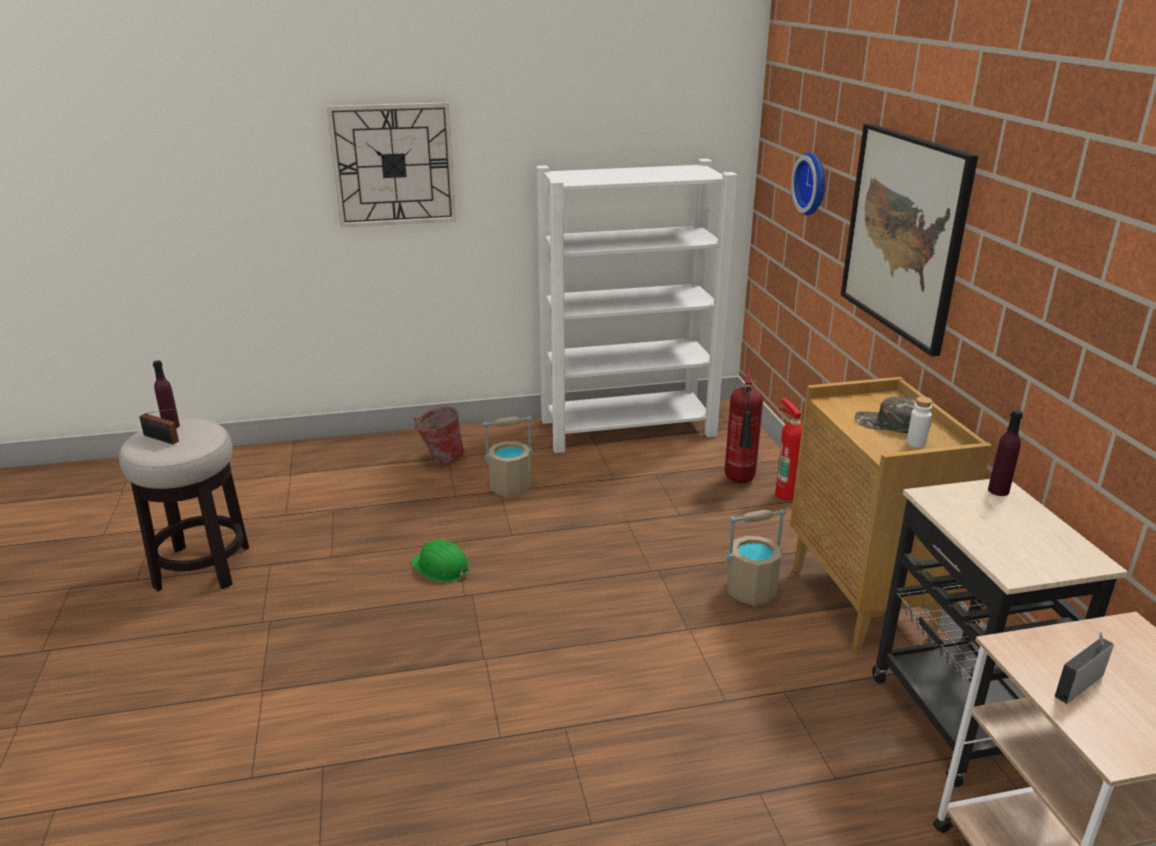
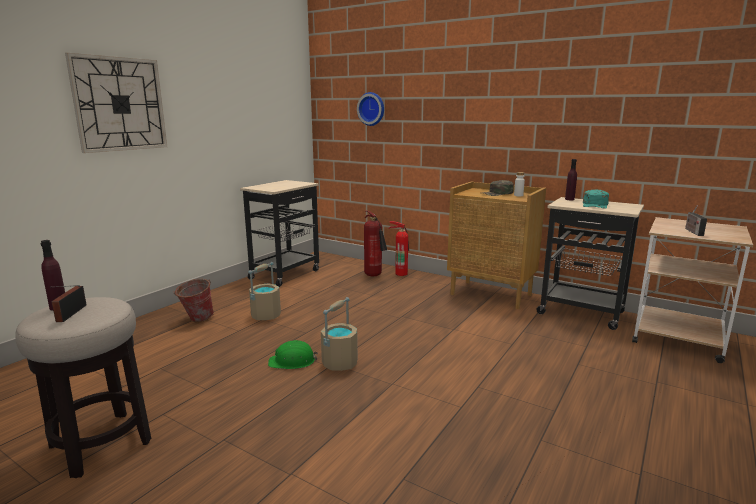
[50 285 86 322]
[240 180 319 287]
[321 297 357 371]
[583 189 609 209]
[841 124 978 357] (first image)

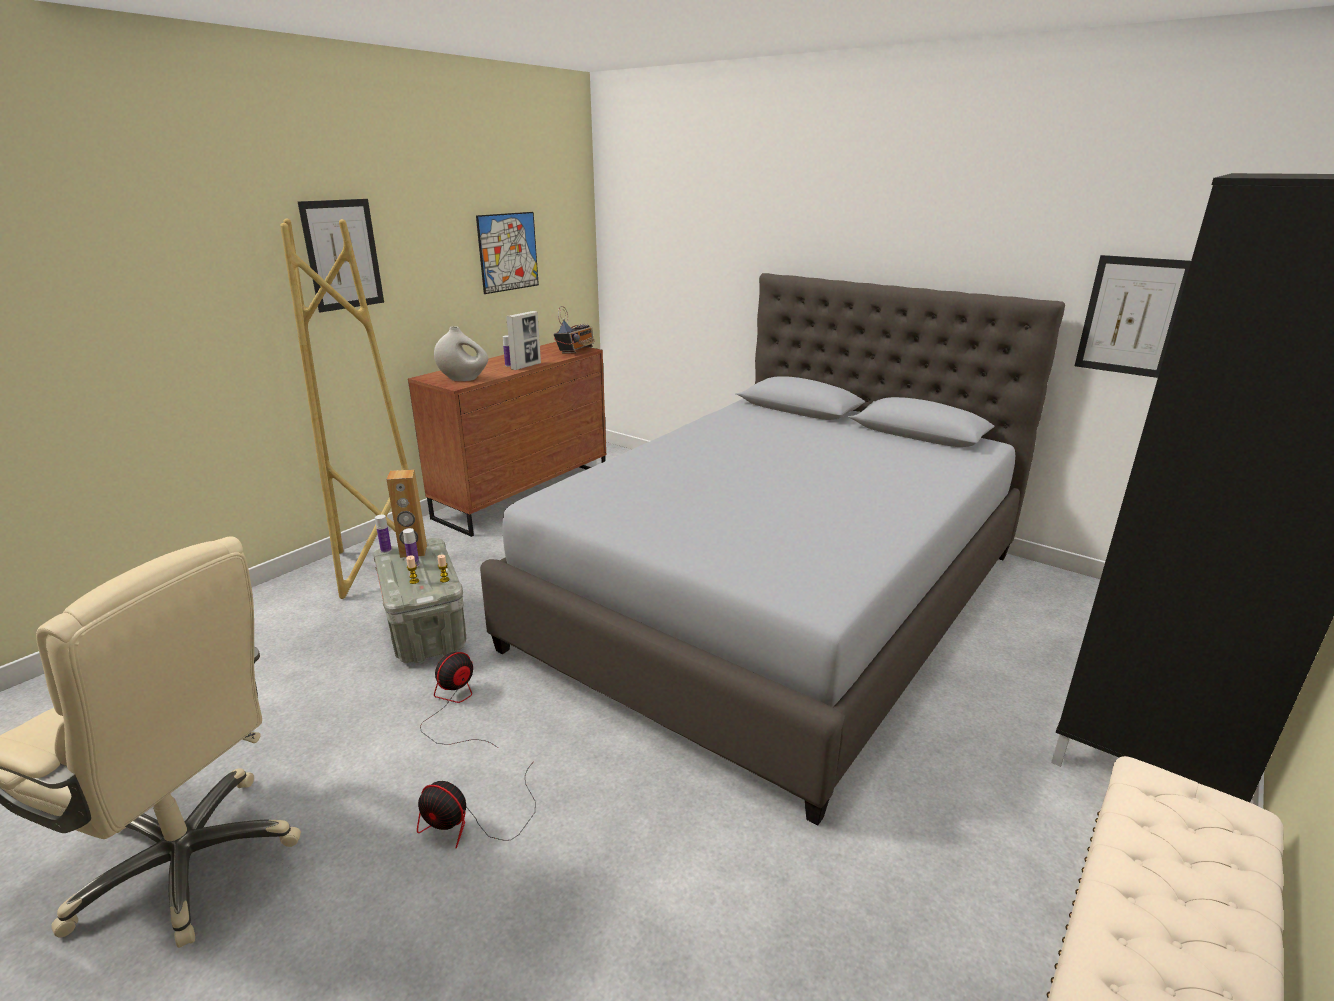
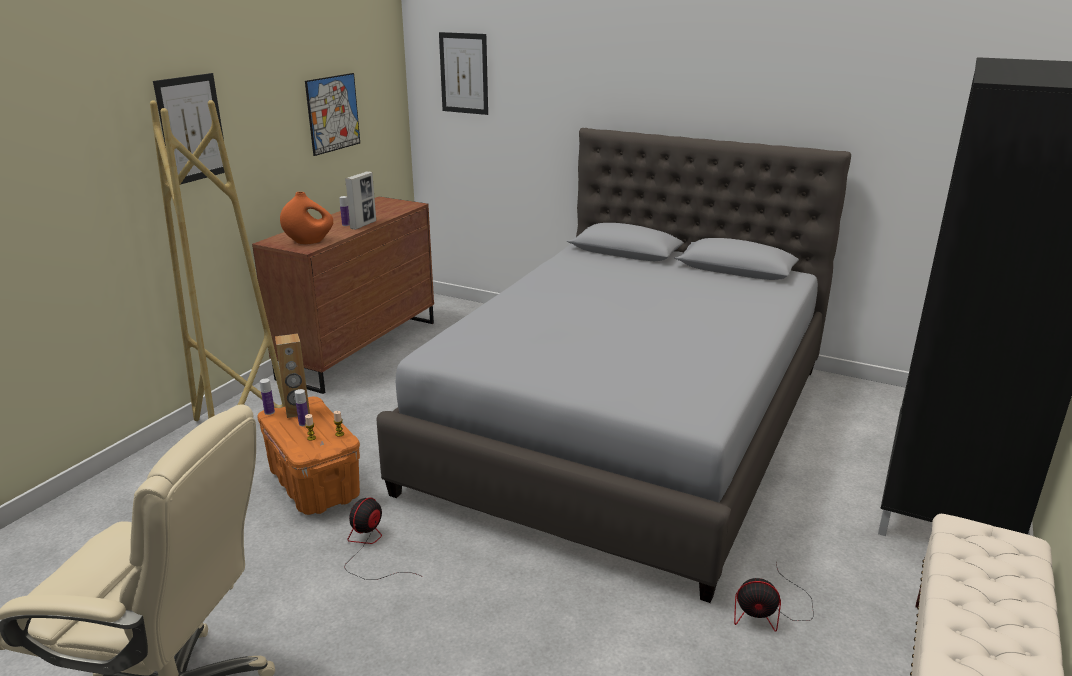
[257 397 360 515]
[280 192 333 244]
[439 32 488 115]
[734 561 814 632]
[553 306 595 354] (first image)

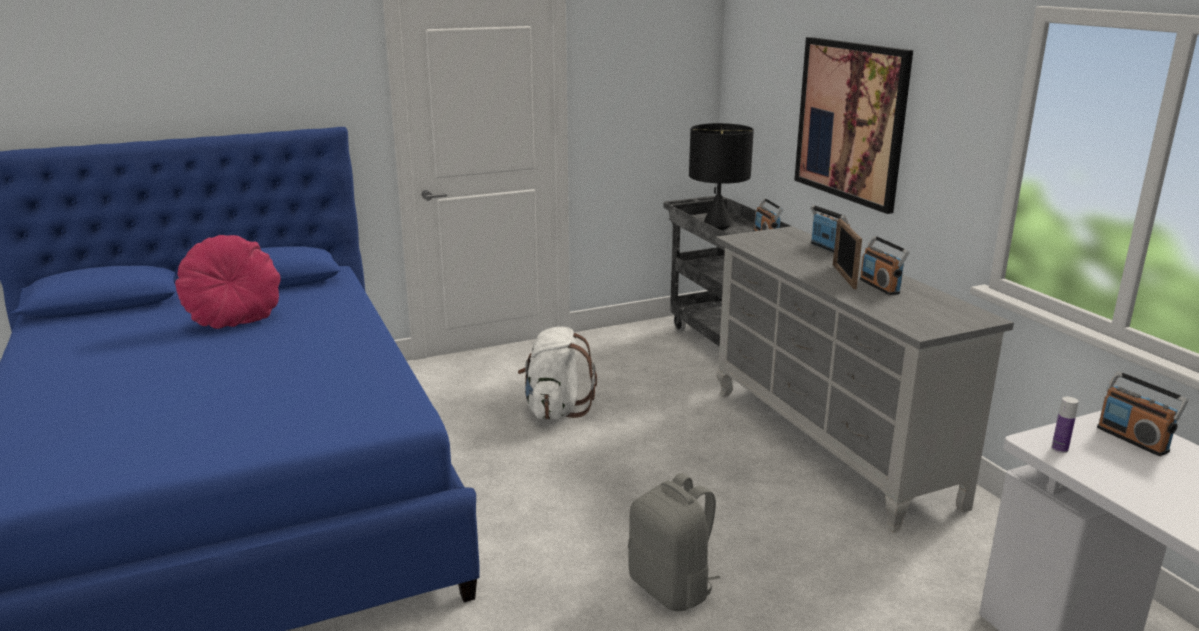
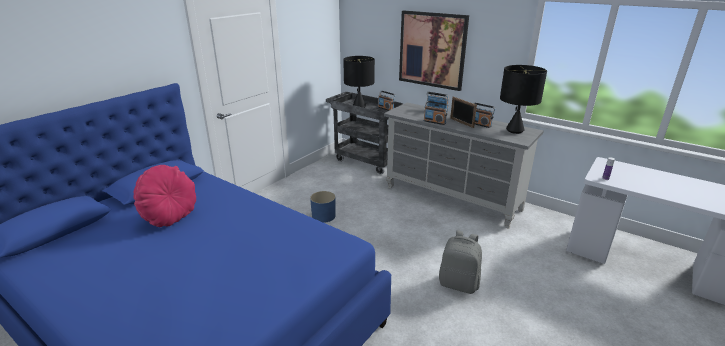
[310 191 336 223]
[424 101 449 125]
[500 65 547 134]

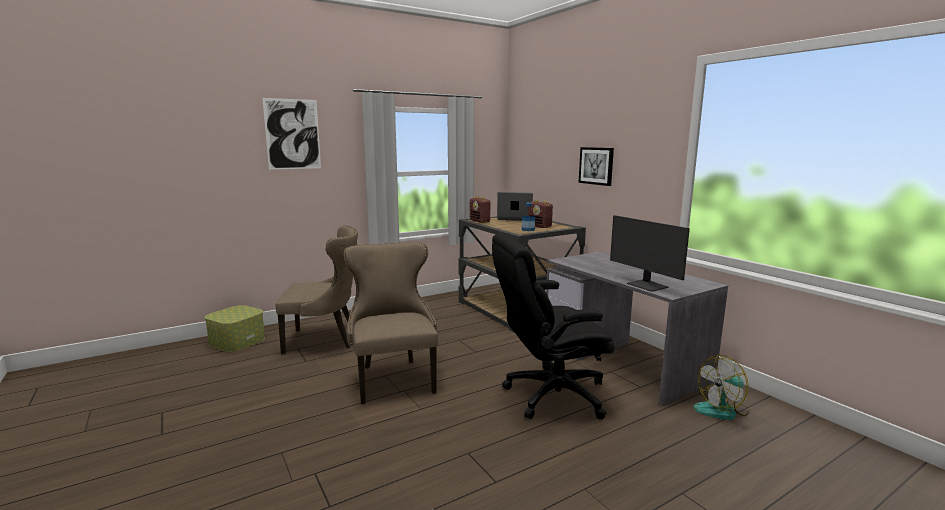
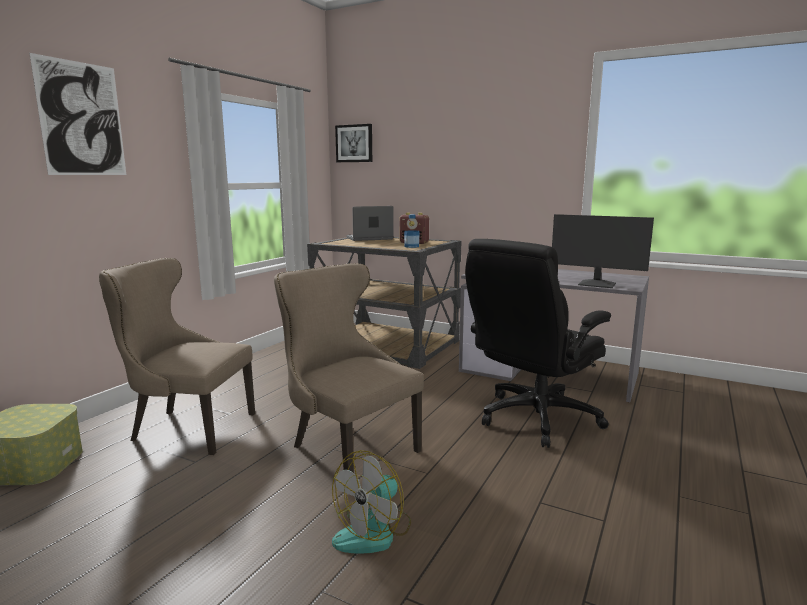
[99 258 255 455]
[332 450 411 554]
[335 124 372 162]
[470 196 491 223] (first image)

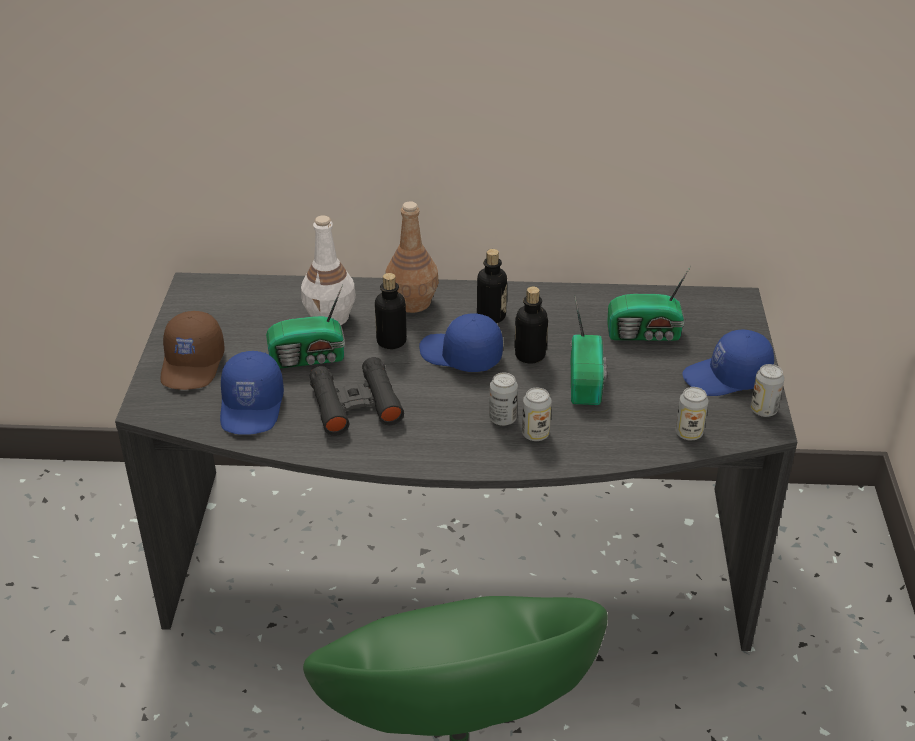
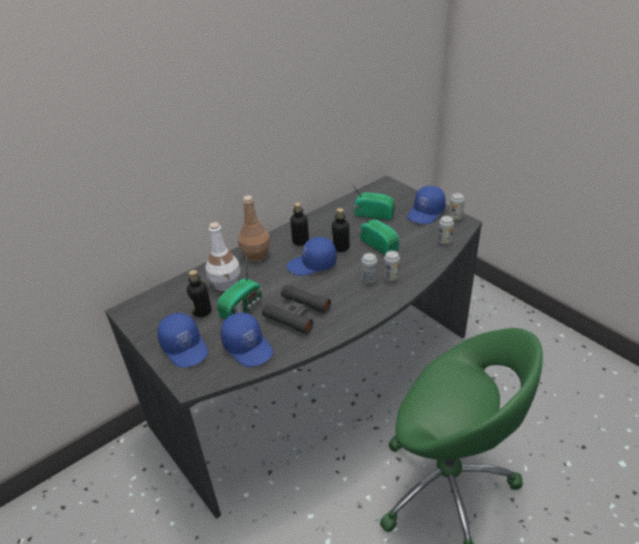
[157 313 208 368]
[187 270 212 317]
[351 183 395 220]

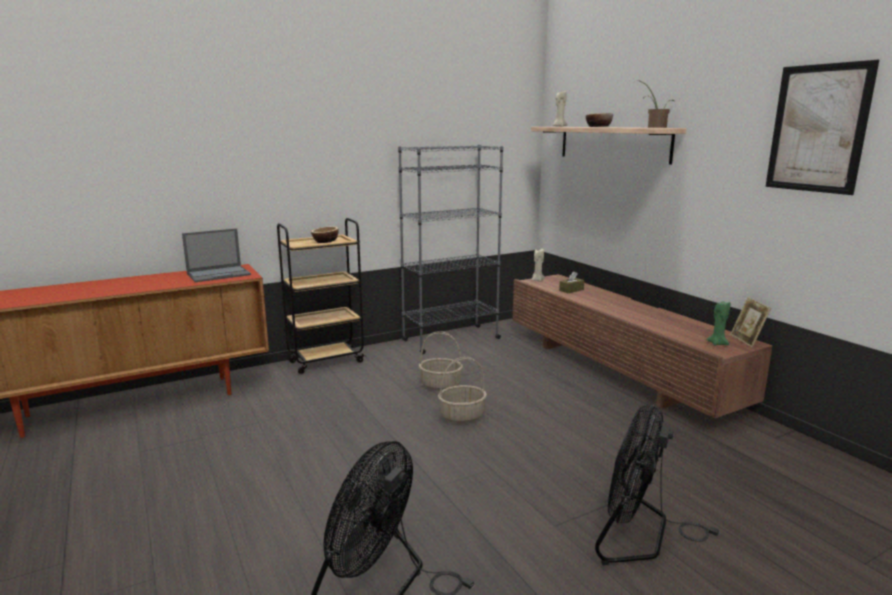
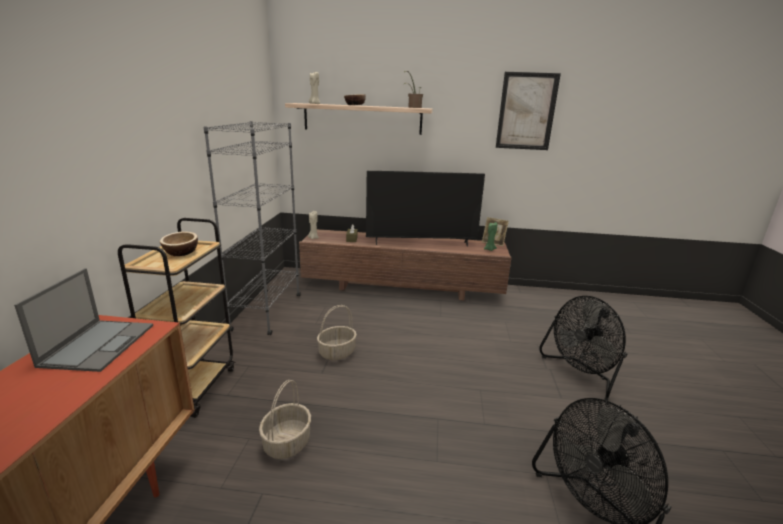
[259 380 311 459]
[366 171 485 246]

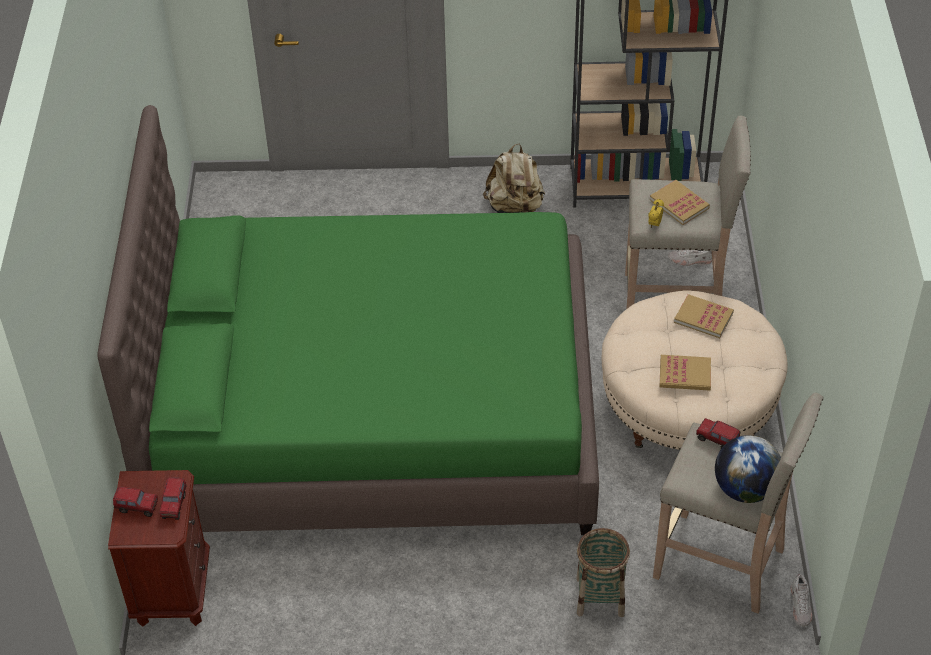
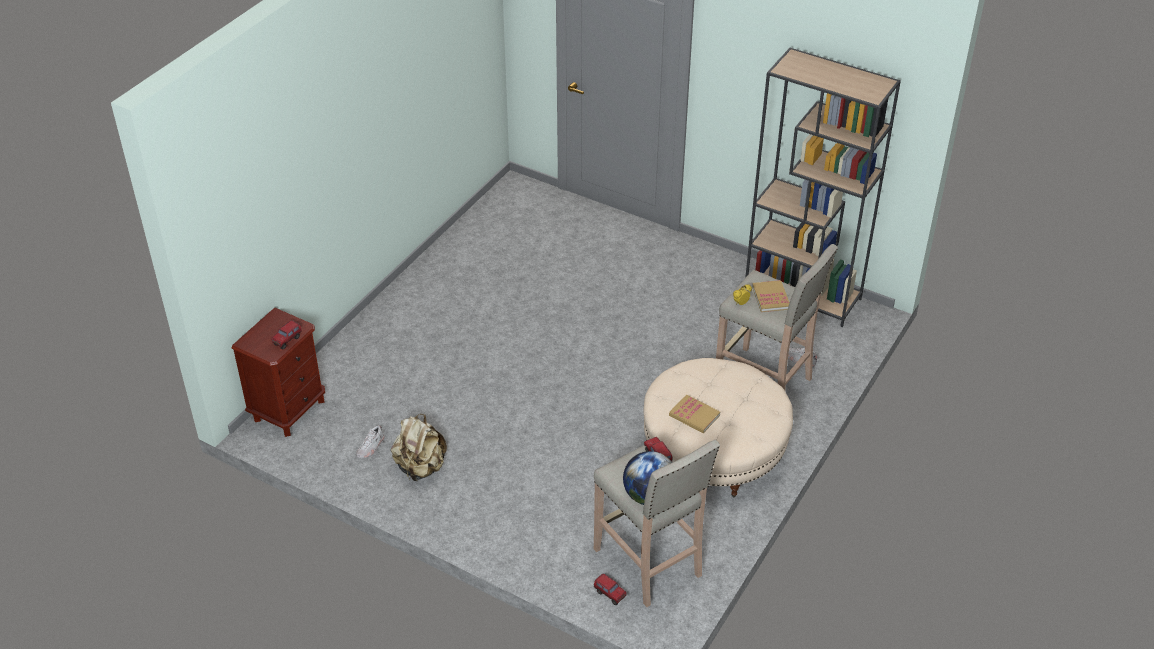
[356 425 384 459]
[391 414 447 481]
[594 574 627 605]
[97 105 599 535] (first image)
[576 528 630 617] (first image)
[674 294 734 338] (first image)

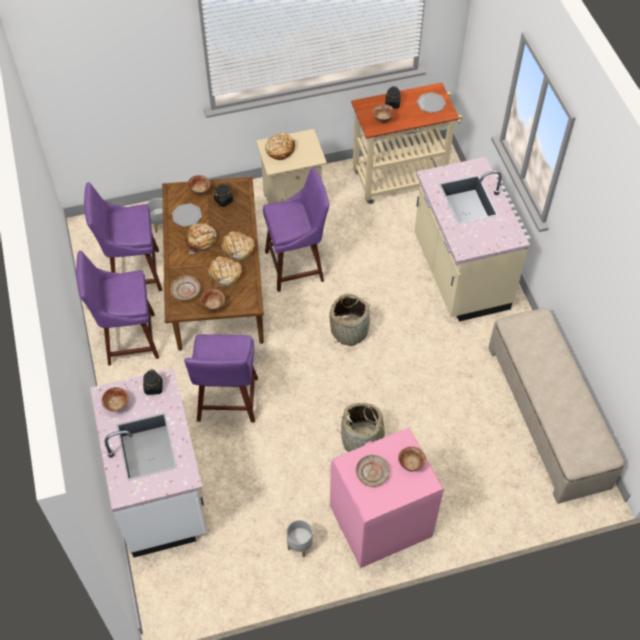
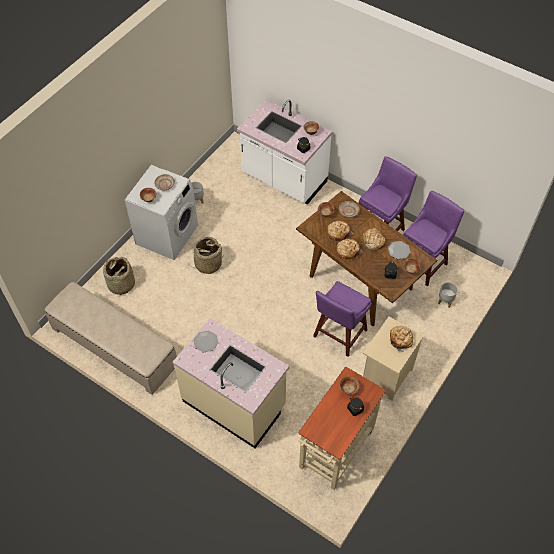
[103 257 135 297]
[125 165 198 260]
[194 331 218 352]
[184 334 258 423] (first image)

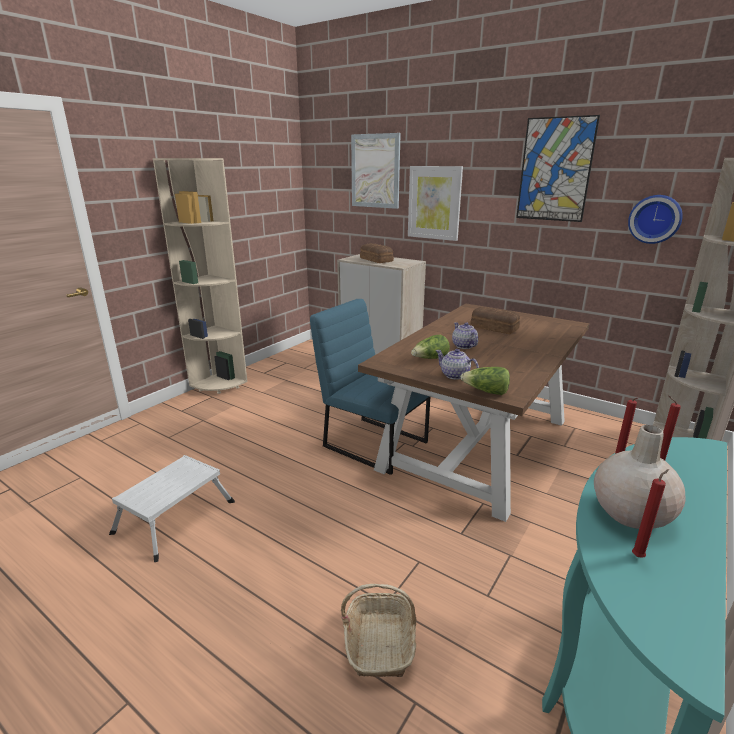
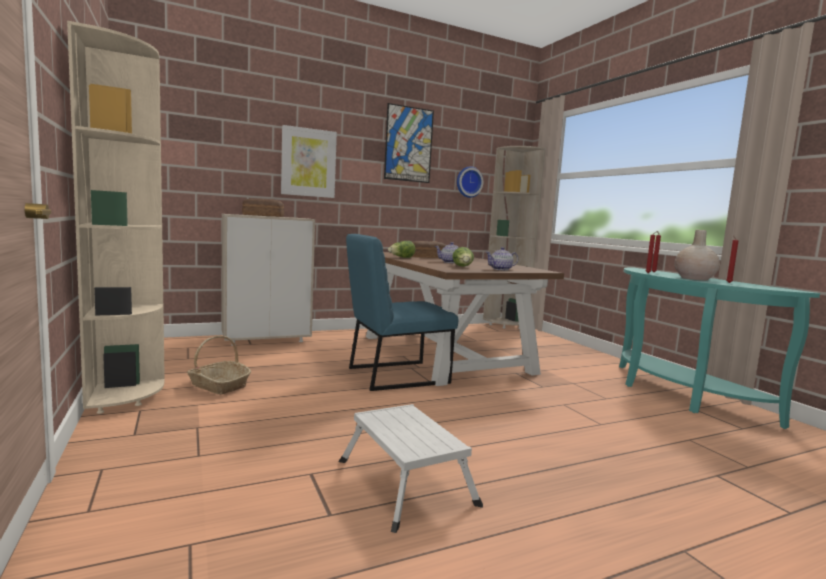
[187 336 251 394]
[388 241 415 258]
[351 133 401 209] (first image)

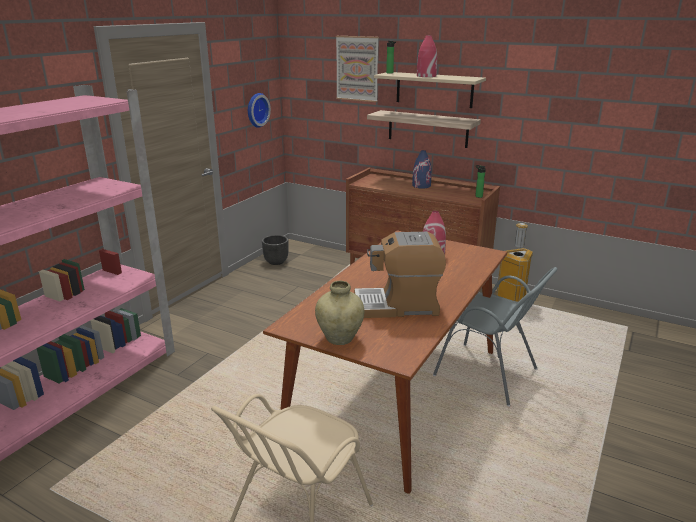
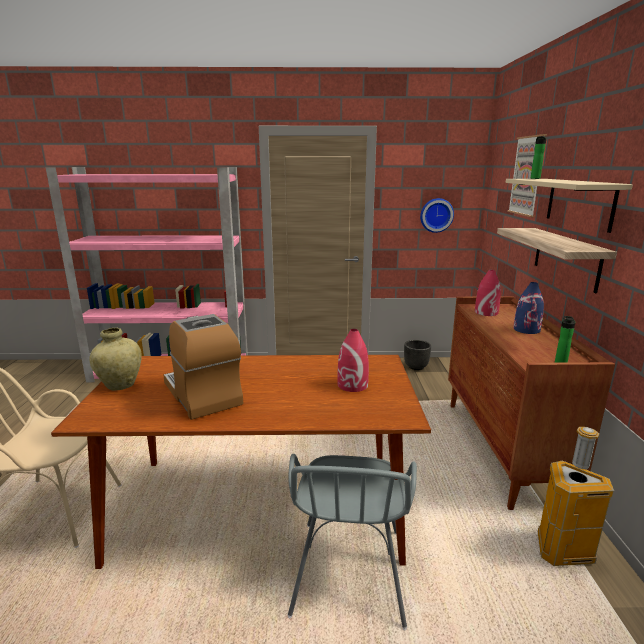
[475 270 501 316]

